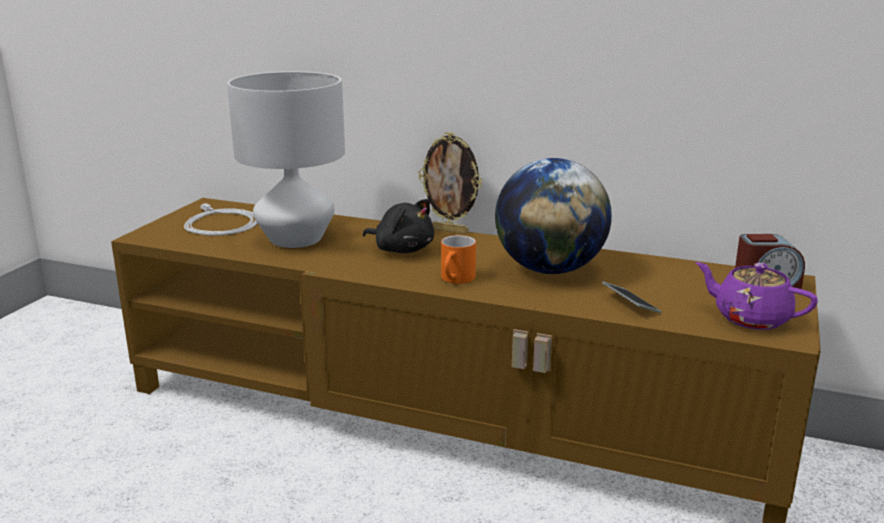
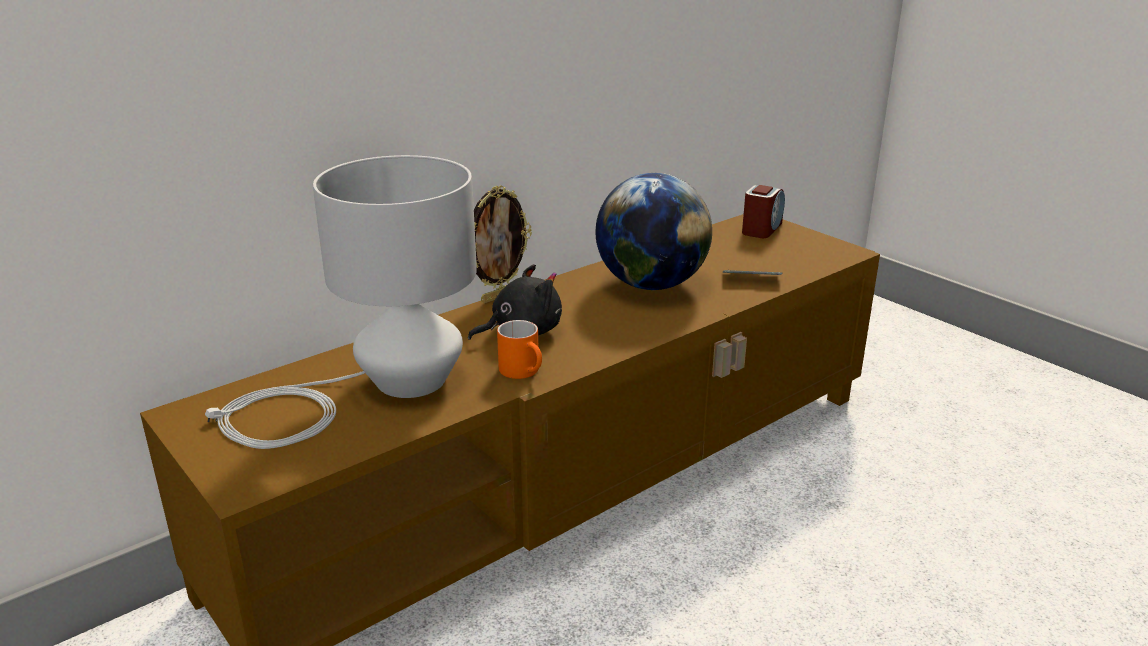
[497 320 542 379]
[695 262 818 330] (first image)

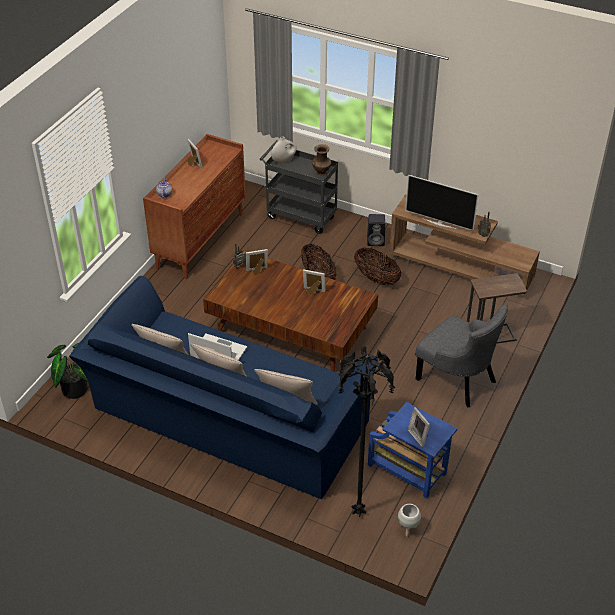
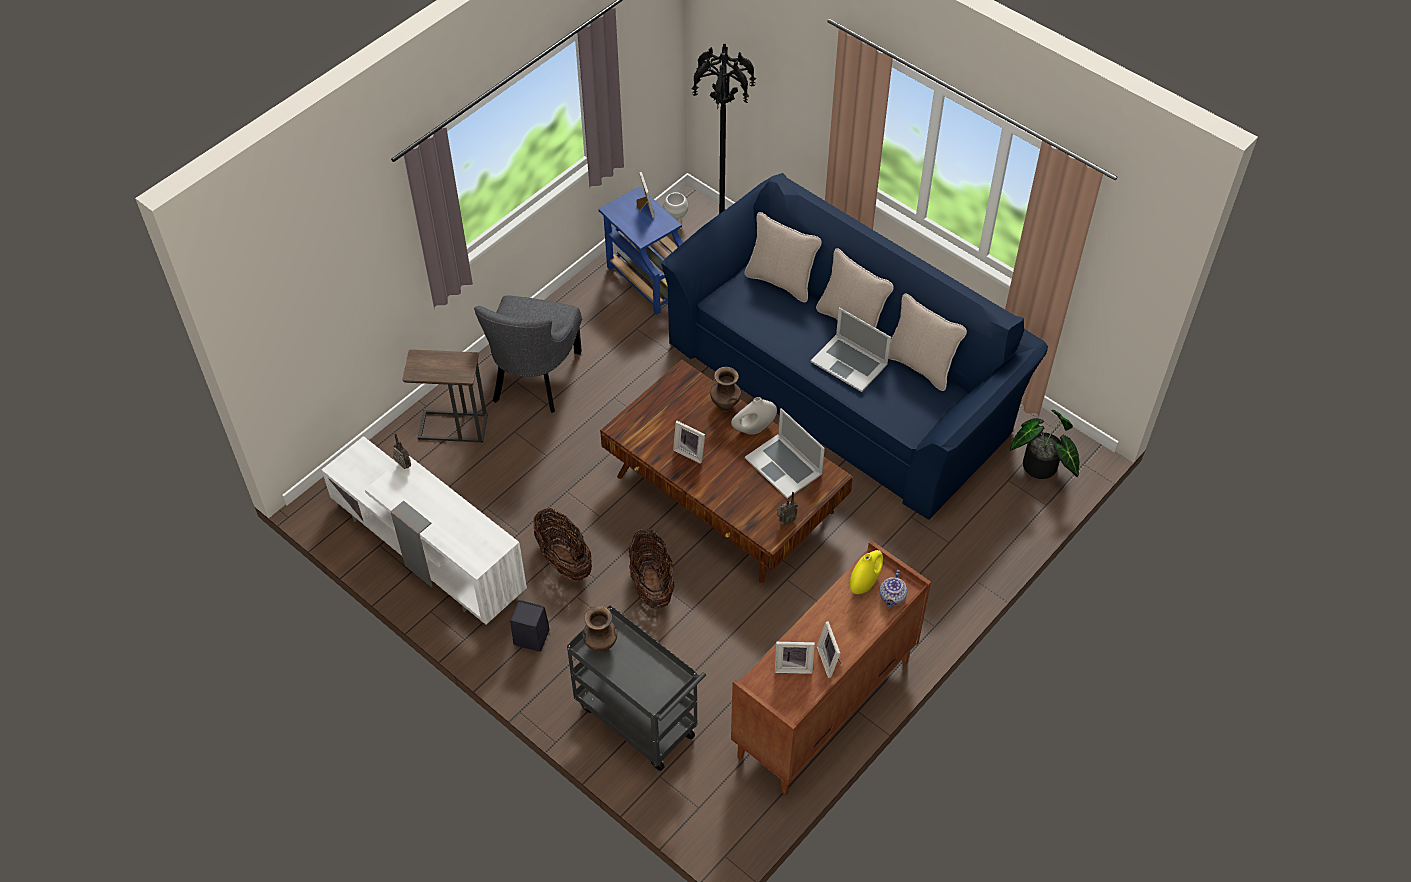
[322 436 527 625]
[474 295 582 413]
[710 367 741 412]
[731 397 777 434]
[745 408 825 499]
[775 642 815 674]
[850 550 883 594]
[405 175 478 231] (first image)

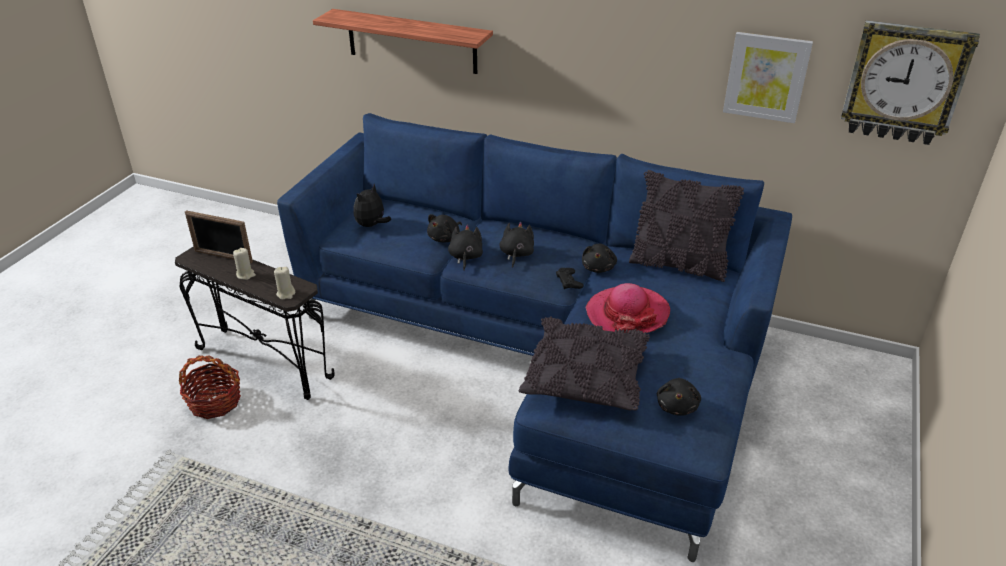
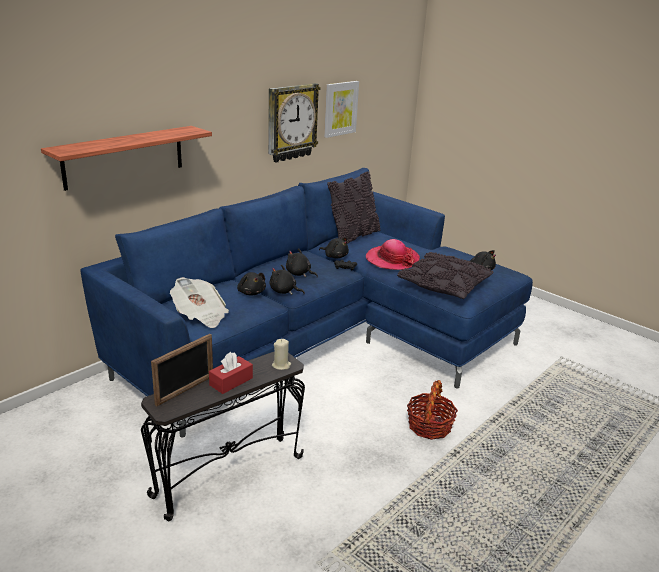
[170 277 229 328]
[209 352 253 394]
[268 83 321 163]
[407 380 458 440]

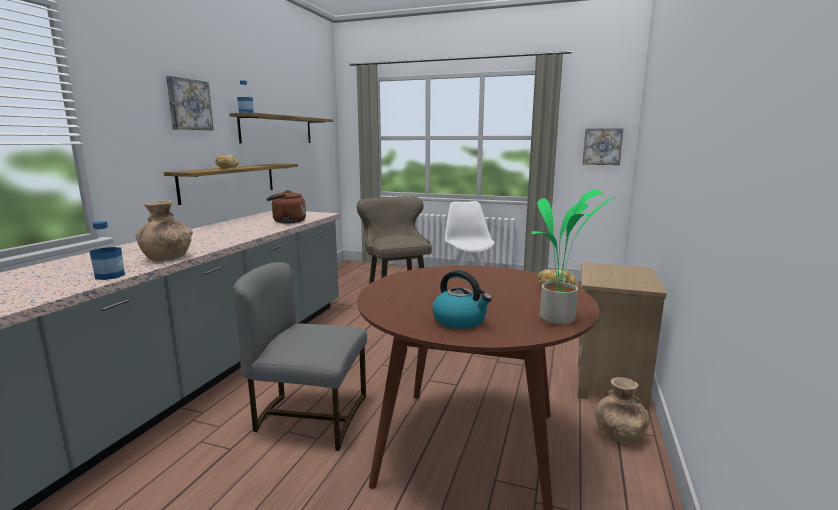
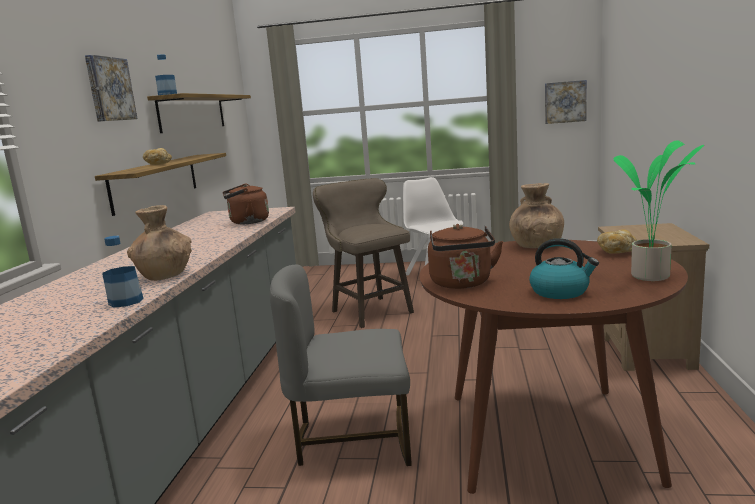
[428 224 503 289]
[509 183 564 248]

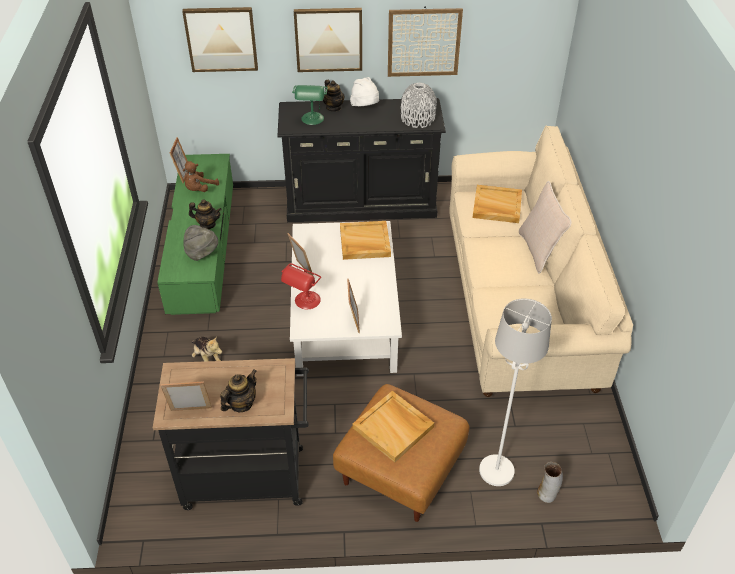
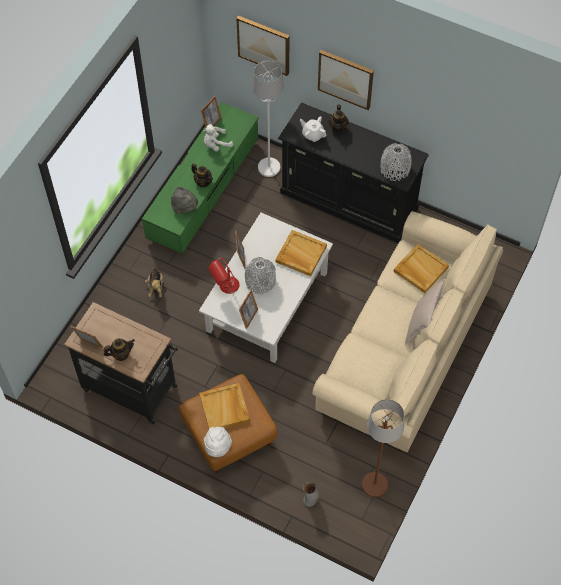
[203 124 233 152]
[204 427 232 457]
[245 257 276 295]
[252 61 284 177]
[300 116 327 142]
[362 399 404 497]
[388 6 463 77] (first image)

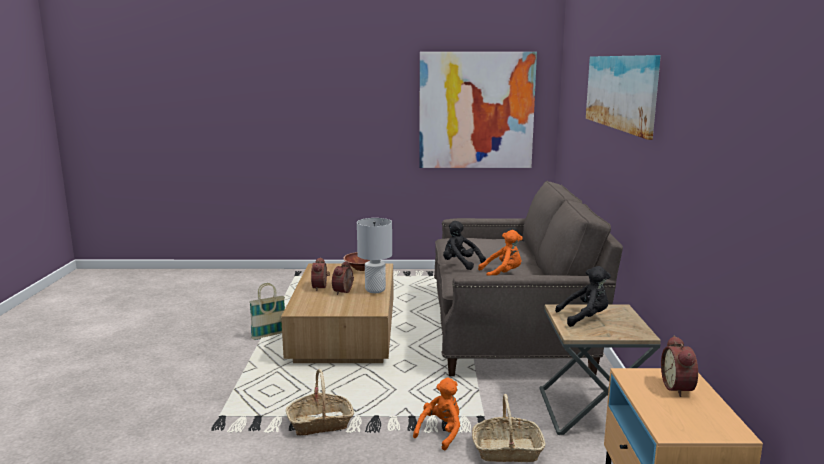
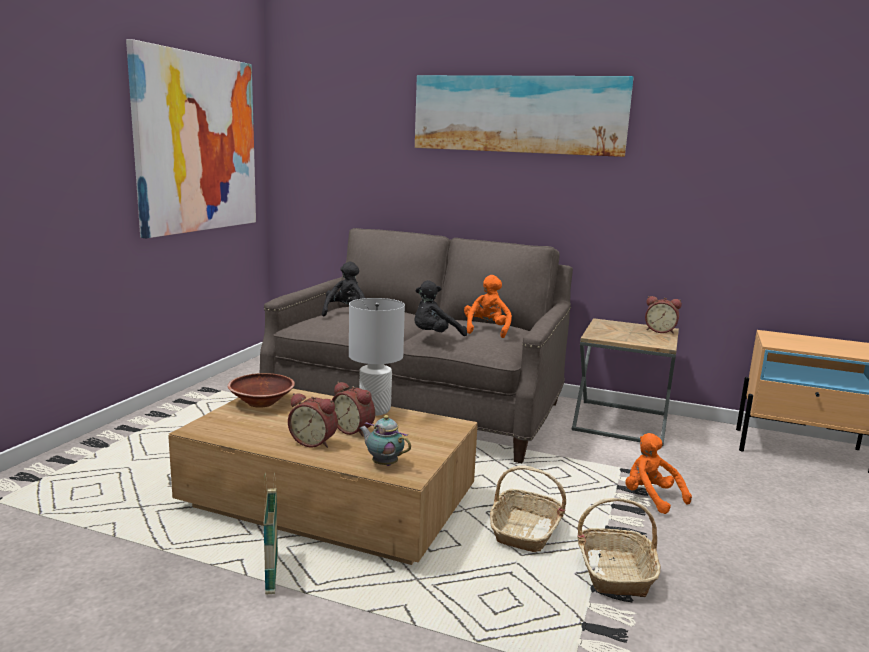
[322 262 365 316]
[359 415 411 466]
[490 466 566 552]
[645 296 682 334]

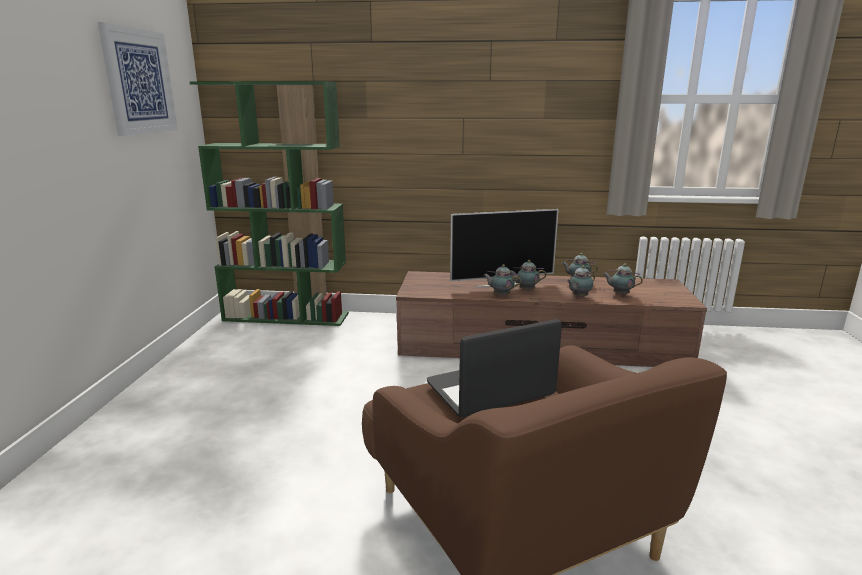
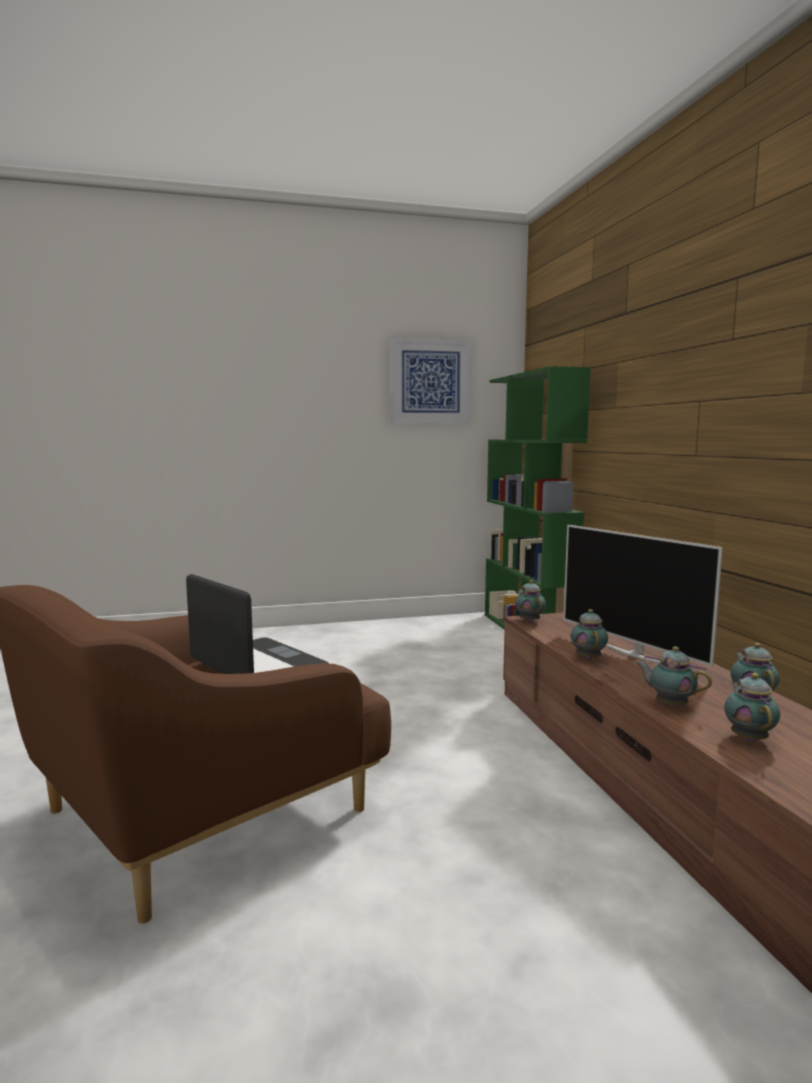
[515 580 546 622]

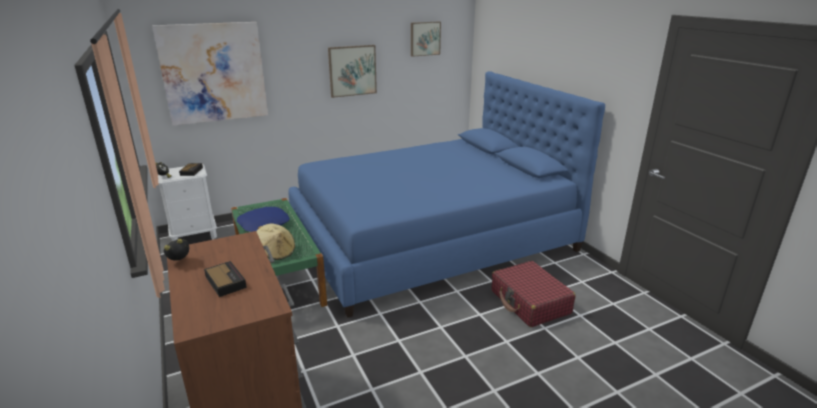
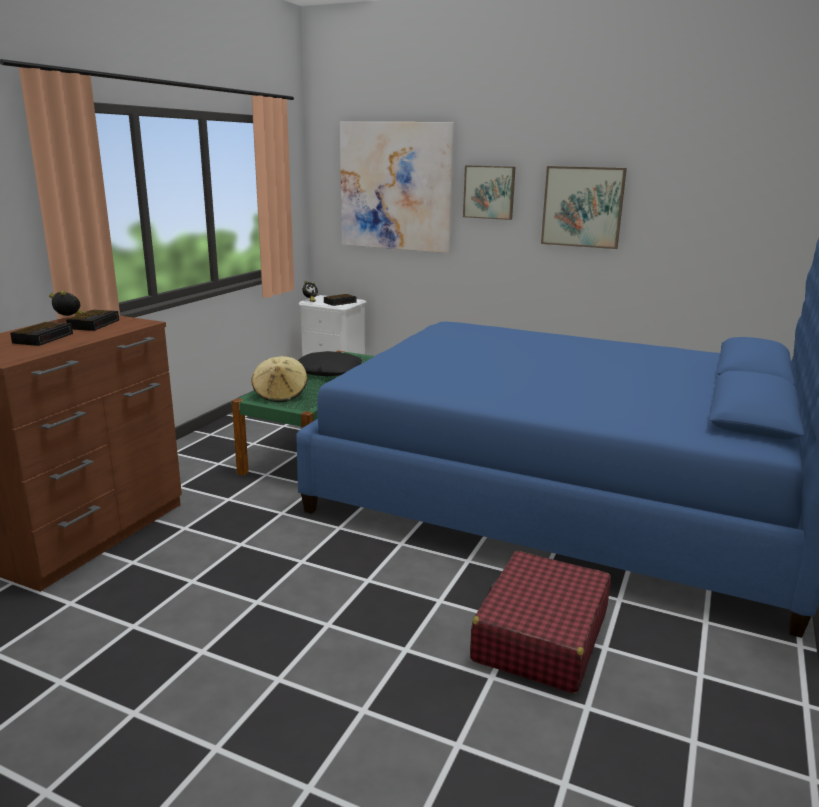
[66 310 119 331]
[298 351 362 376]
[463 165 516 220]

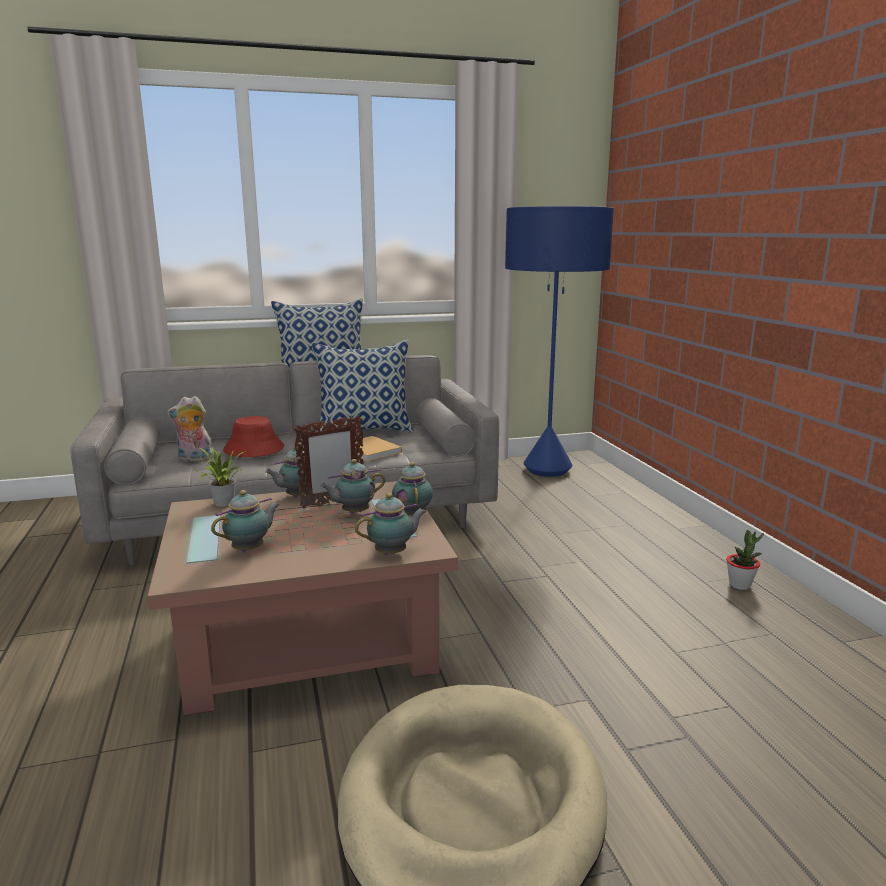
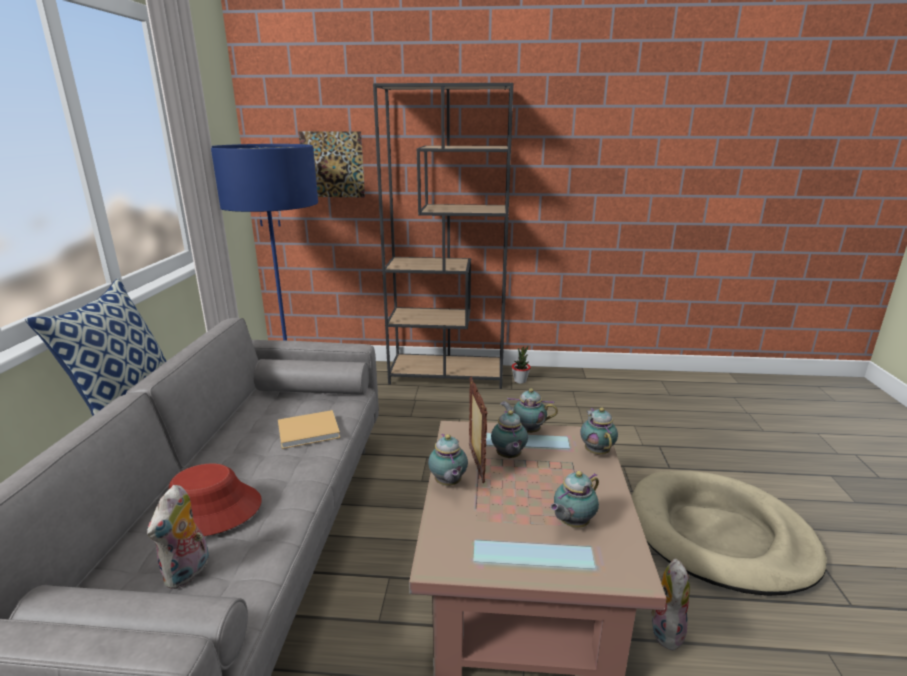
[298 131 365 197]
[373 83 514 389]
[550 471 599 528]
[651 559 690 651]
[194 446 246 507] (first image)
[312 340 414 432] (first image)

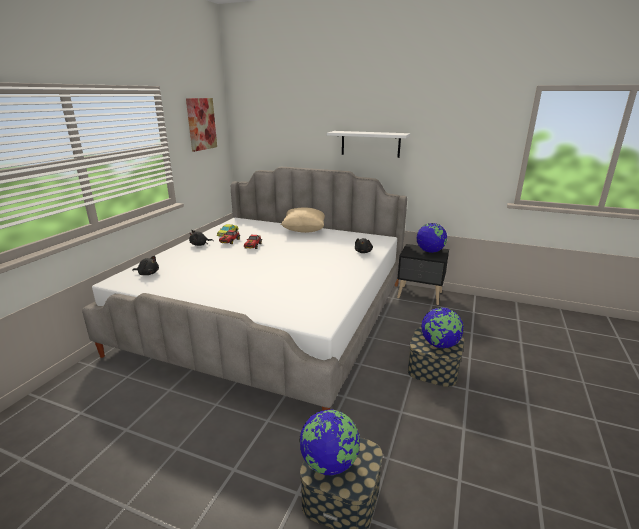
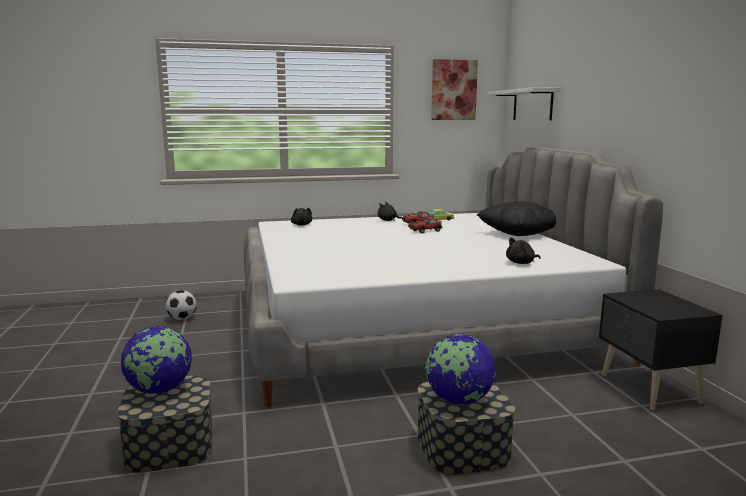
[166 290 197 320]
[477 201 556 236]
[487 87 560 120]
[417 223 447 253] (first image)

